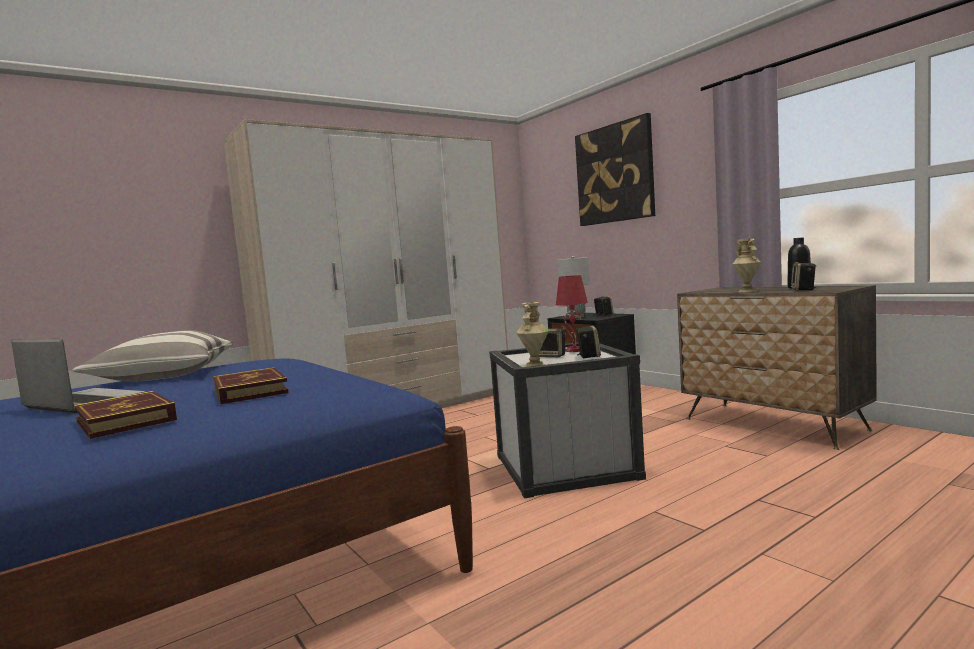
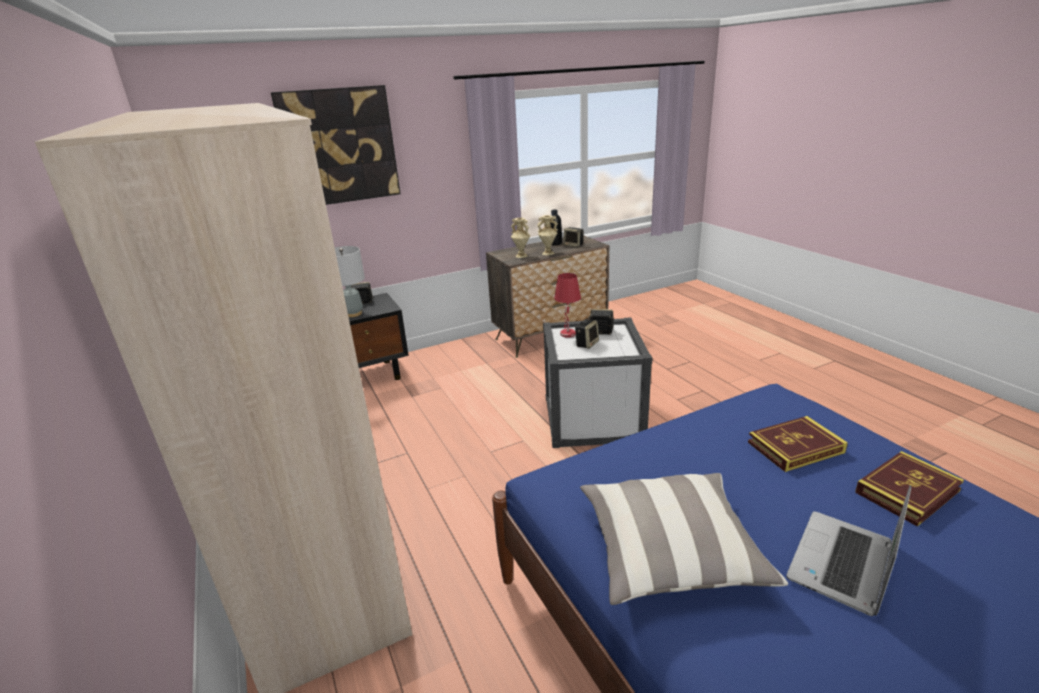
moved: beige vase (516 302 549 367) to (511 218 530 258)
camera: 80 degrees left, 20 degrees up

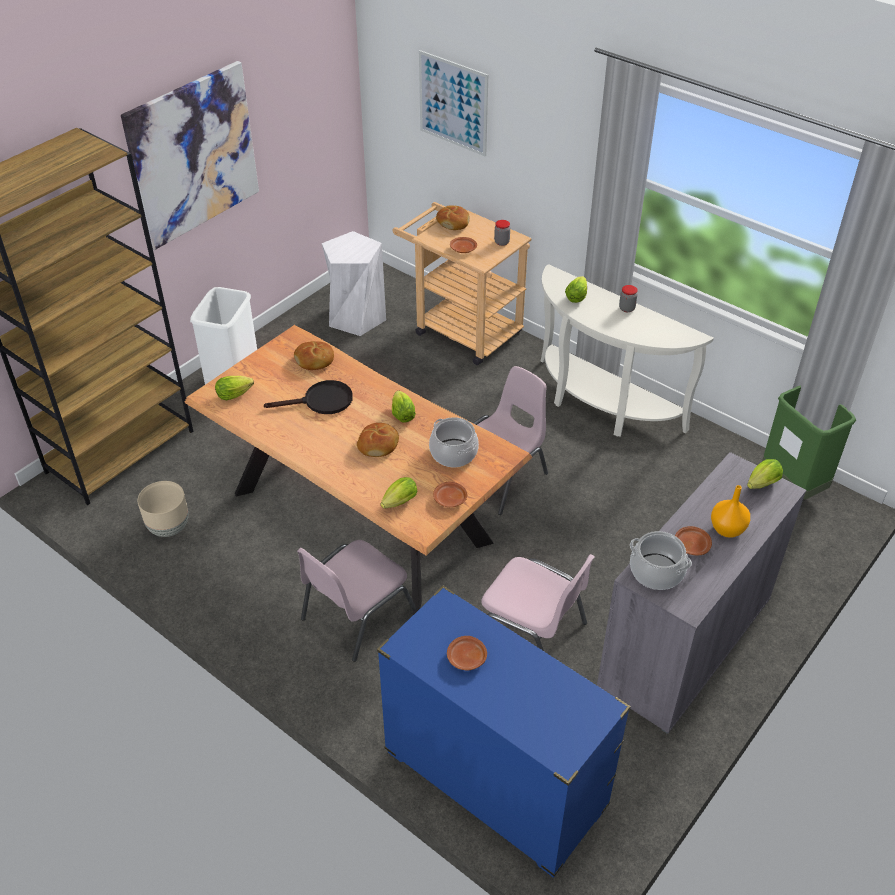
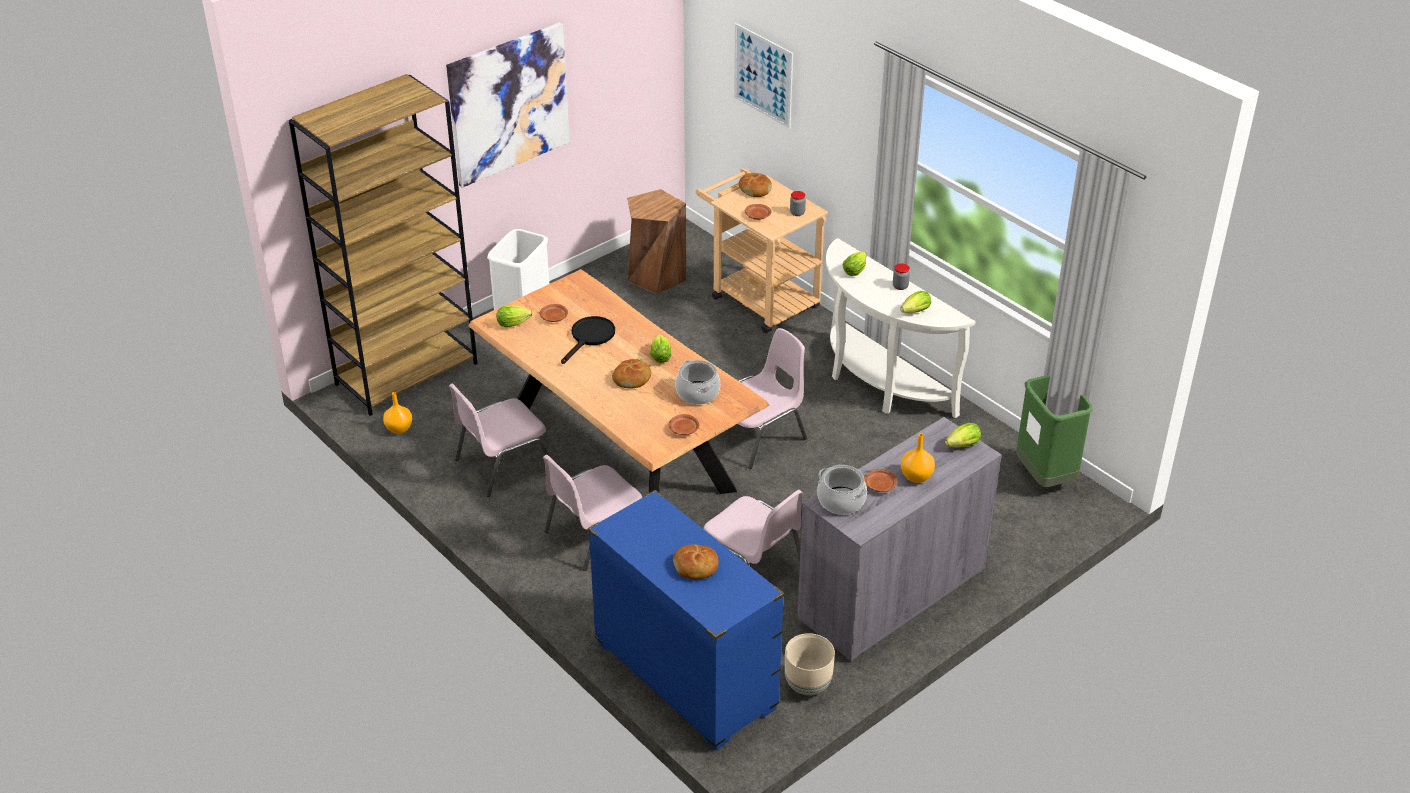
added: orange vase (383 392 412 434); pink chair (449 384 551 497)
moved: beige planter (138 481 188 537) to (785 633 835 695); bread (294 341 334 370) to (673 544 718 579); lettuce (381 477 417 509) to (900 291 931 313); brown plate (447 636 487 670) to (540 304 568 322)
recoloured: white stool (322 231 386 336) to brown stool (627 189 686 294)
turned: black frying pan (264 380 353 414) = (561 316 615 364) 60 degrees counterclockwise
camera: 10 degrees right, 5 degrees down

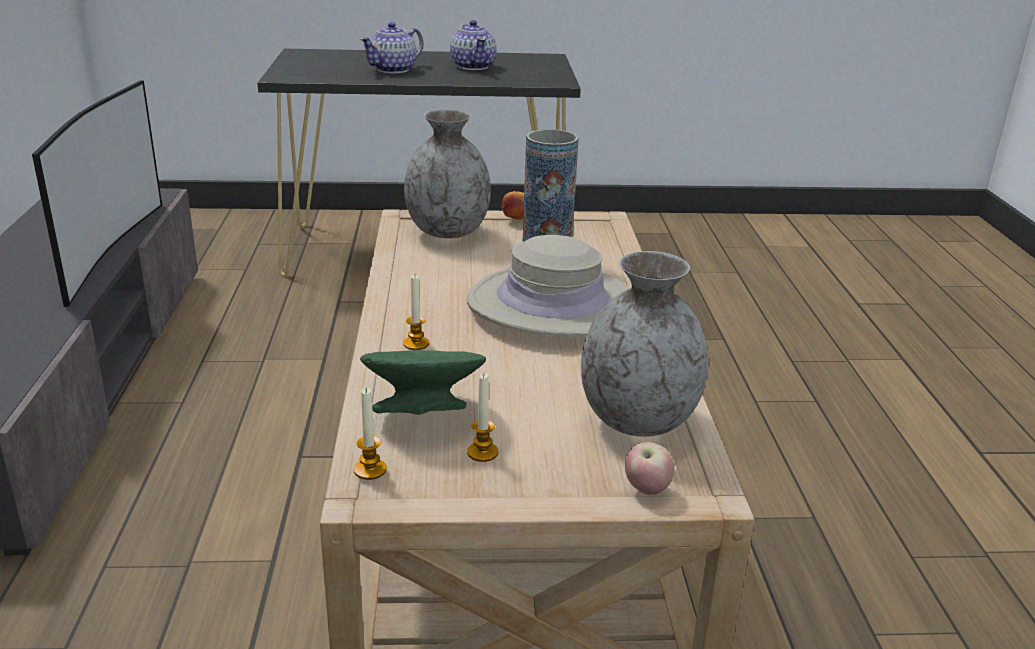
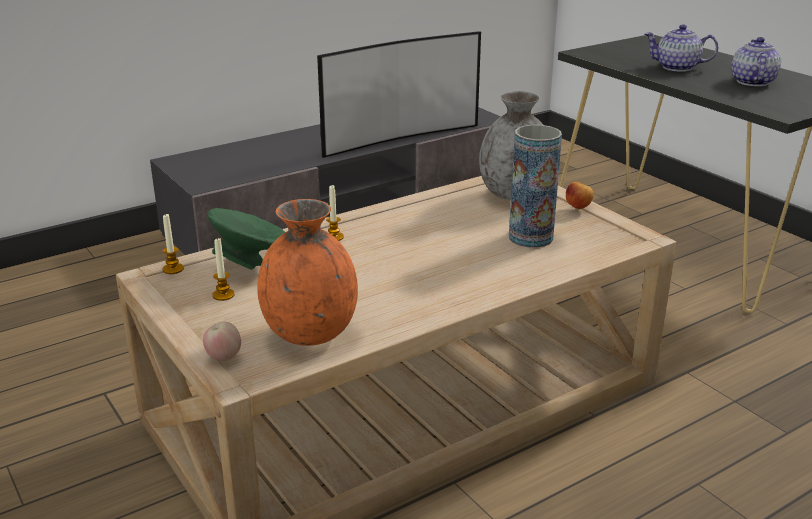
removed: beige hat (467 235 630 337)
recoloured: grey vase (581 251 708 437) to orange vase (257 199 358 346)
turned: teapot (450 20 497 70) = (731 37 781 86) 150 degrees clockwise
camera: 60 degrees right, 0 degrees up

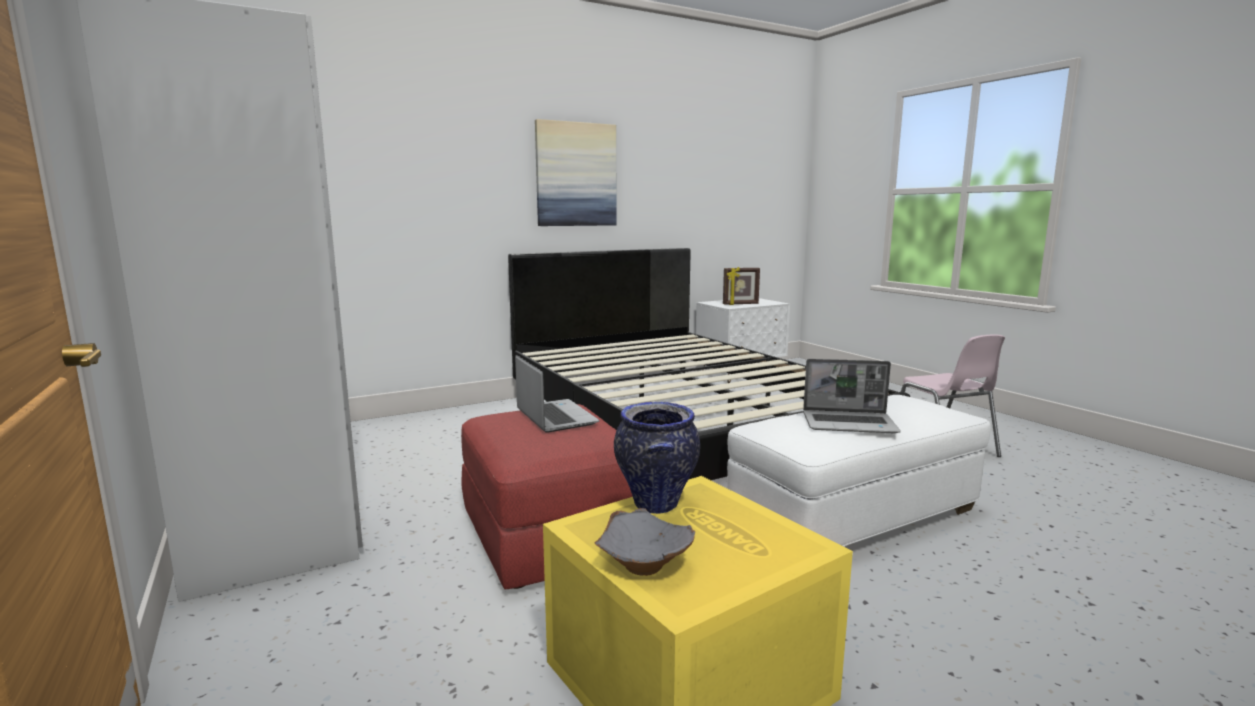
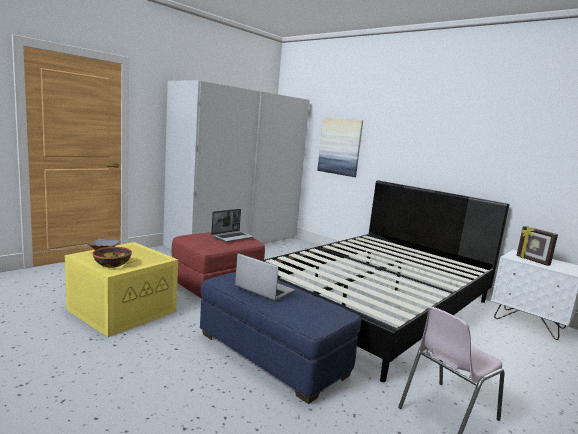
removed: vase (614 402 700 514)
added: bowl (93 247 132 268)
moved: picture (535 119 617 226) to (317 117 363 177)
recoloured: white ottoman (727 395 991 546) to blue ottoman (200 272 361 404)
turned: laptop (803 359 901 433) = (235 253 295 301) 135 degrees clockwise
camera: 70 degrees right, 0 degrees up

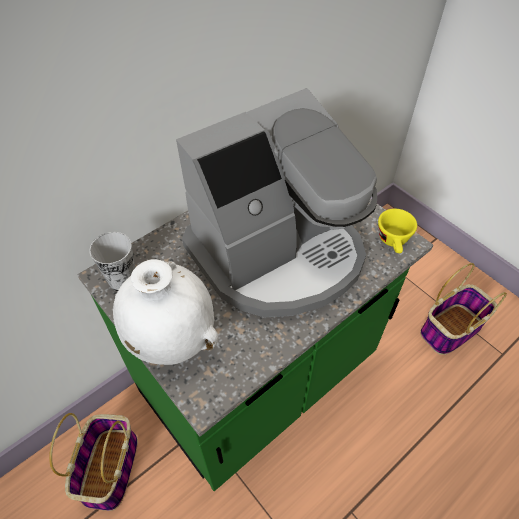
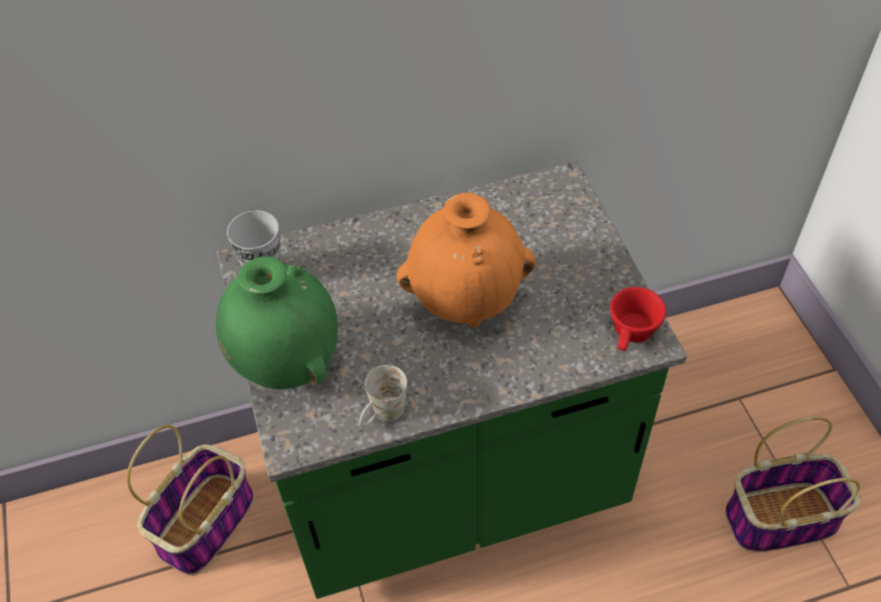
added: white mug (359 365 407 428)
replaced: coffee machine (176 88 377 317) to orange vase (397 193 535 327)
recoloured: white vase (113 259 219 365) to green vase (216 256 338 389); yellow cup (378 209 417 253) to red cup (610 287 666 351)
camera: 25 degrees right, 0 degrees up

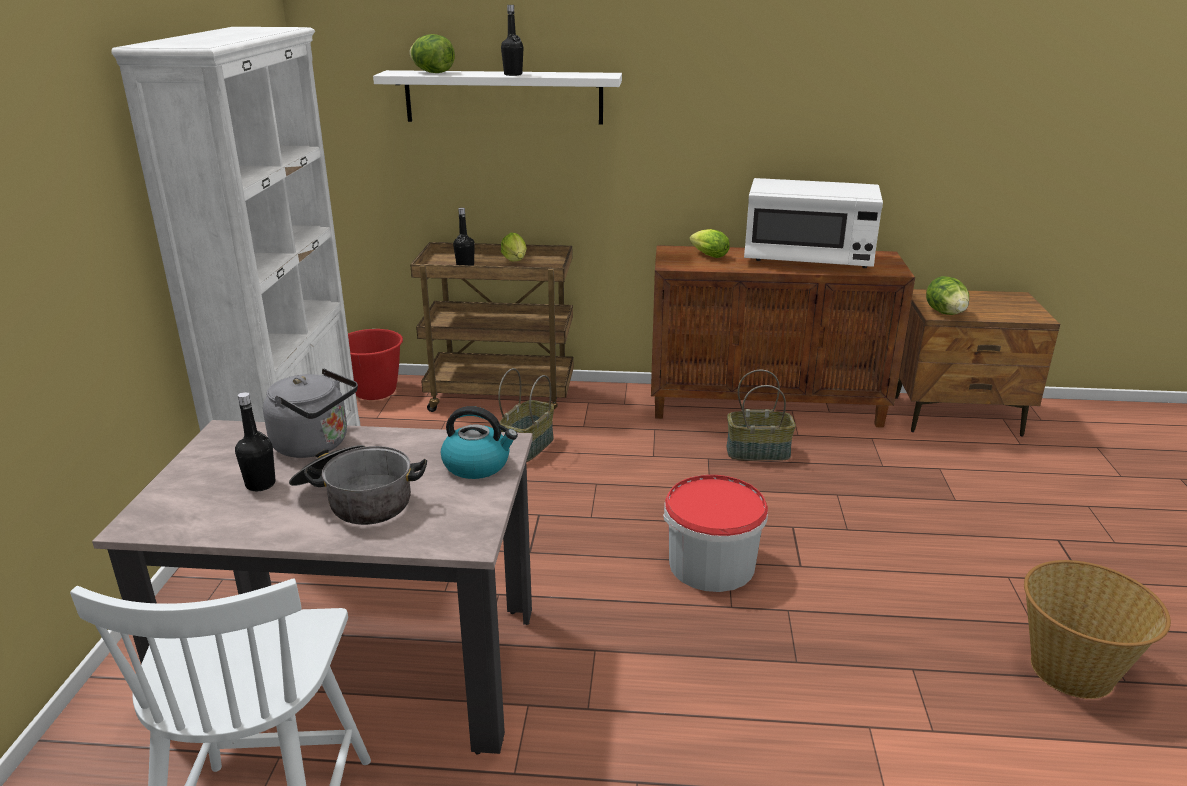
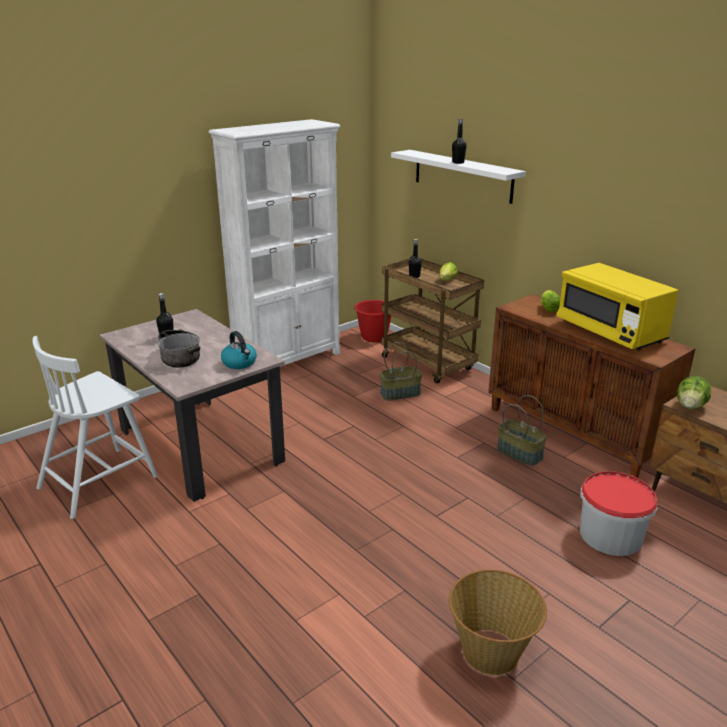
removed: grey kettle (263 369 358 458); lettuce (409 34 455 73)
moved: bucket (663 475 768 592) to (580 471 658 556)
recoloured: white microwave (744 178 883 268) to yellow microwave (556 263 679 350)
camera: 45 degrees right, 0 degrees up

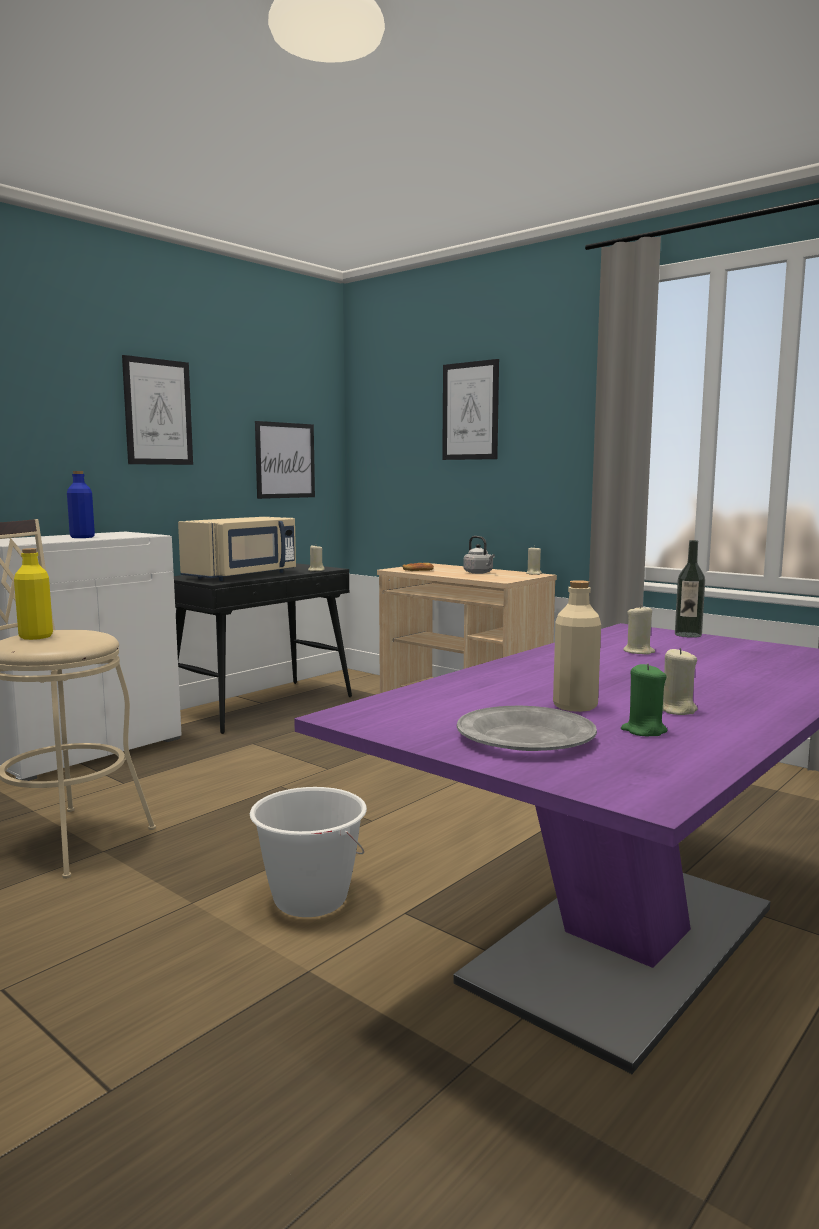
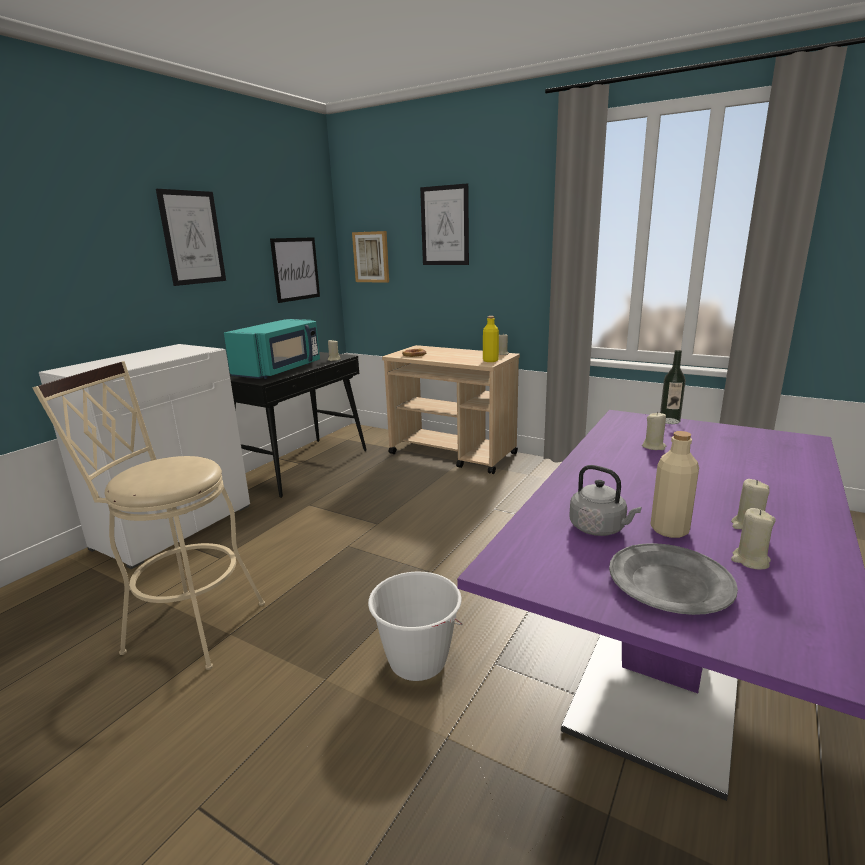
removed: blue bottle (67 471 95 538)
added: picture (352 231 389 283)
moved: yellow bottle (14 548 53 640) to (483 316 499 362); grey kettle (463 536 495 574) to (569 465 642 536)
recoloured: beige microwave (178 517 296 581) to turquoise microwave (224 319 320 379); green candle (621 663 668 737) to beige candle (731 508 776 570)
camera: 10 degrees left, 10 degrees up

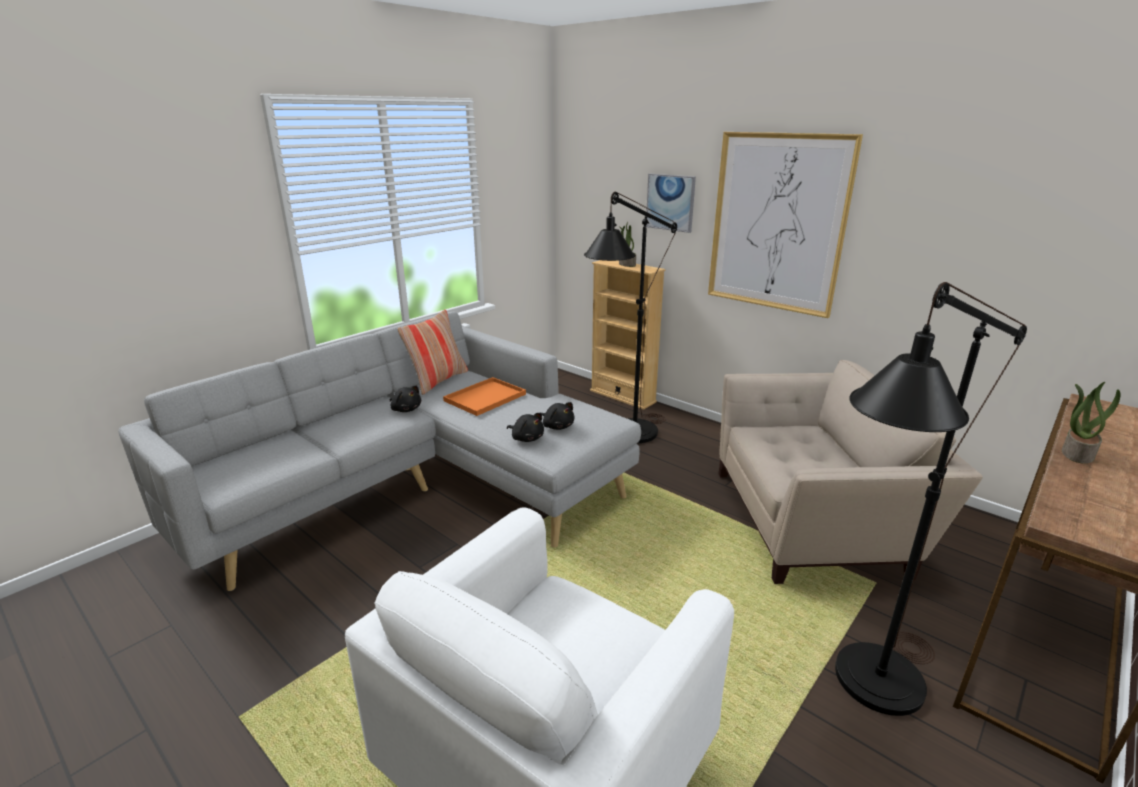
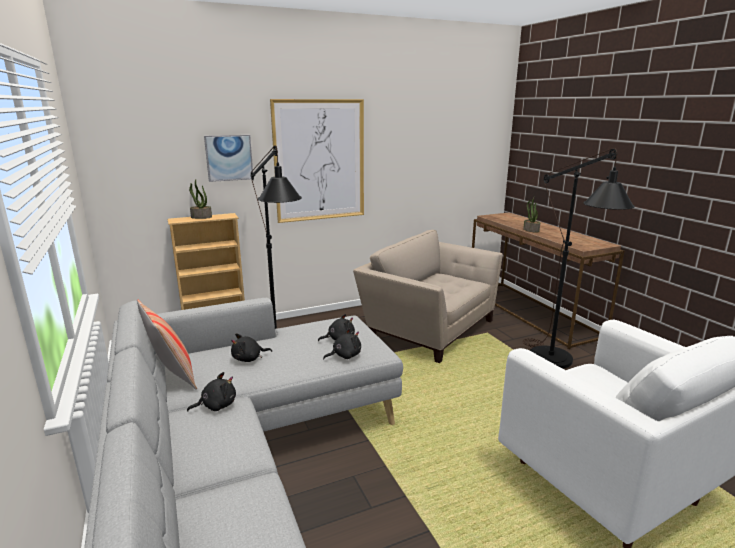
replaced: orange tray (443 377 526 416) to black plush toy (231 333 272 362)
turned: beige armchair (719 360 983 584) = (353 230 503 363) 75 degrees counterclockwise
camera: 65 degrees left, 5 degrees down

